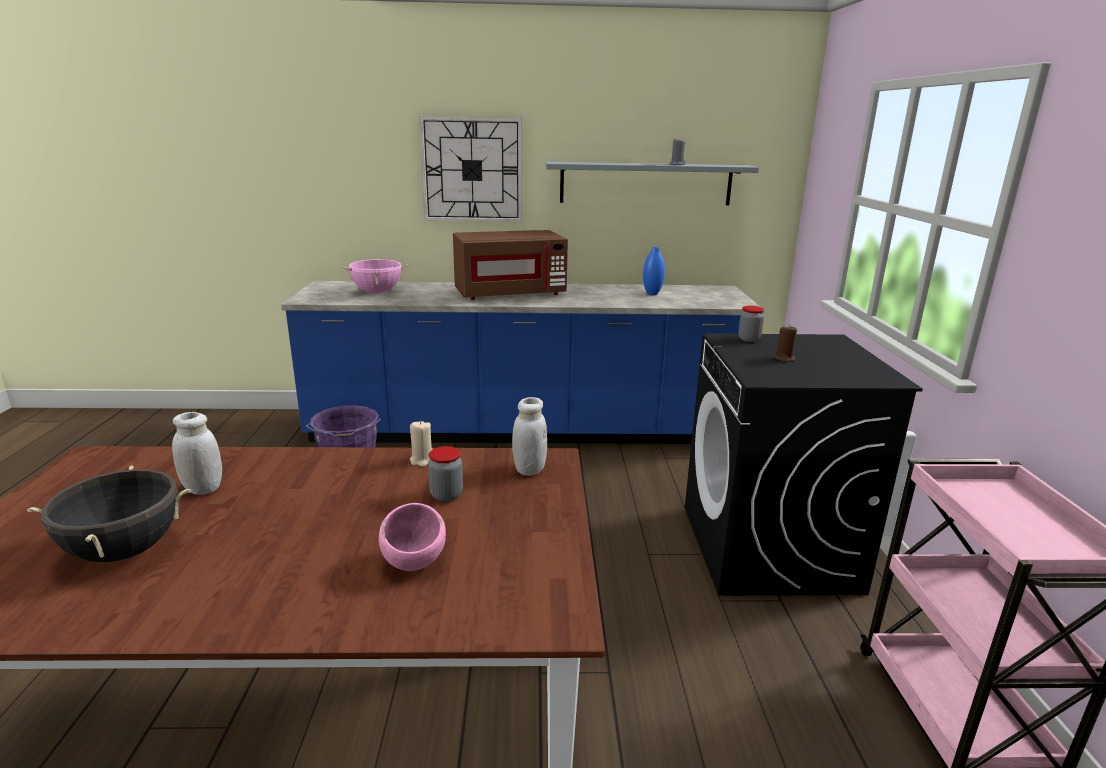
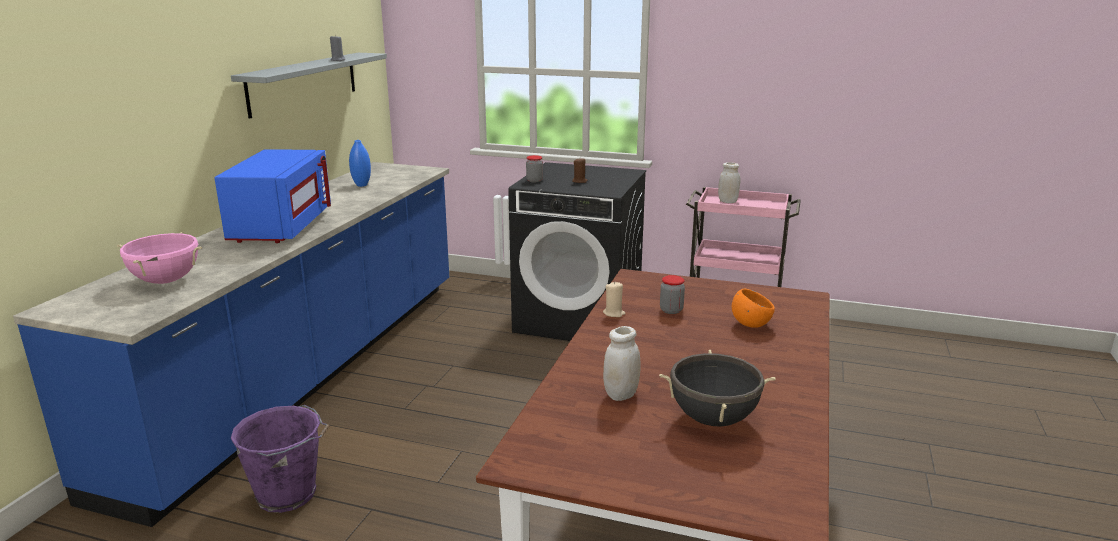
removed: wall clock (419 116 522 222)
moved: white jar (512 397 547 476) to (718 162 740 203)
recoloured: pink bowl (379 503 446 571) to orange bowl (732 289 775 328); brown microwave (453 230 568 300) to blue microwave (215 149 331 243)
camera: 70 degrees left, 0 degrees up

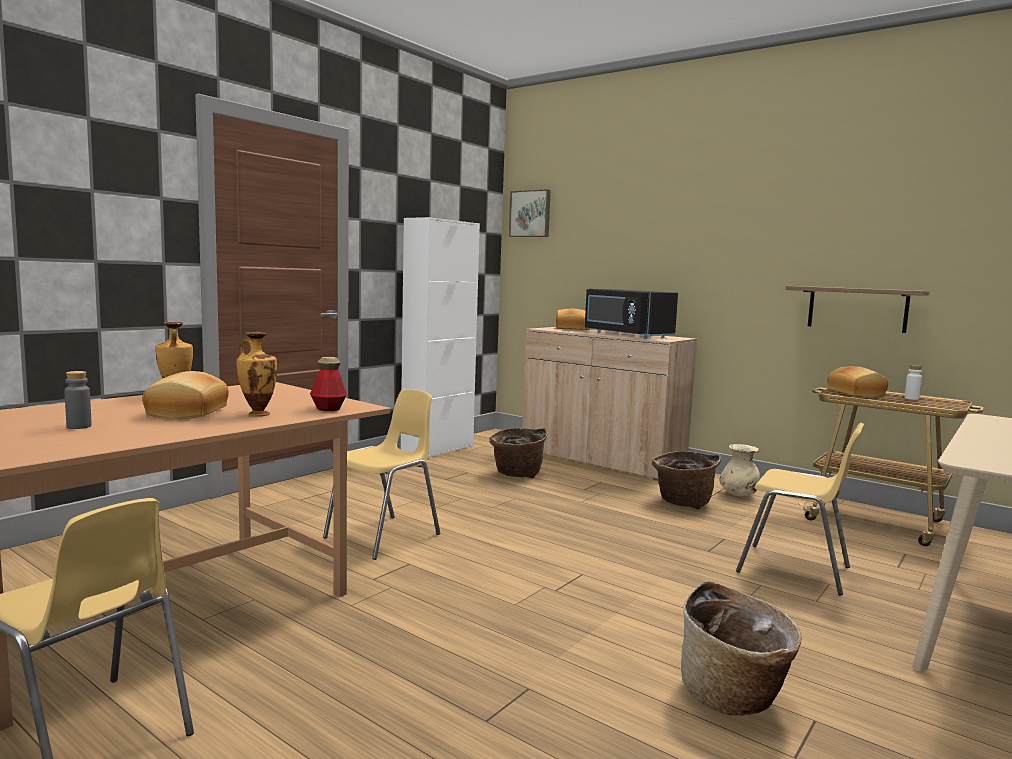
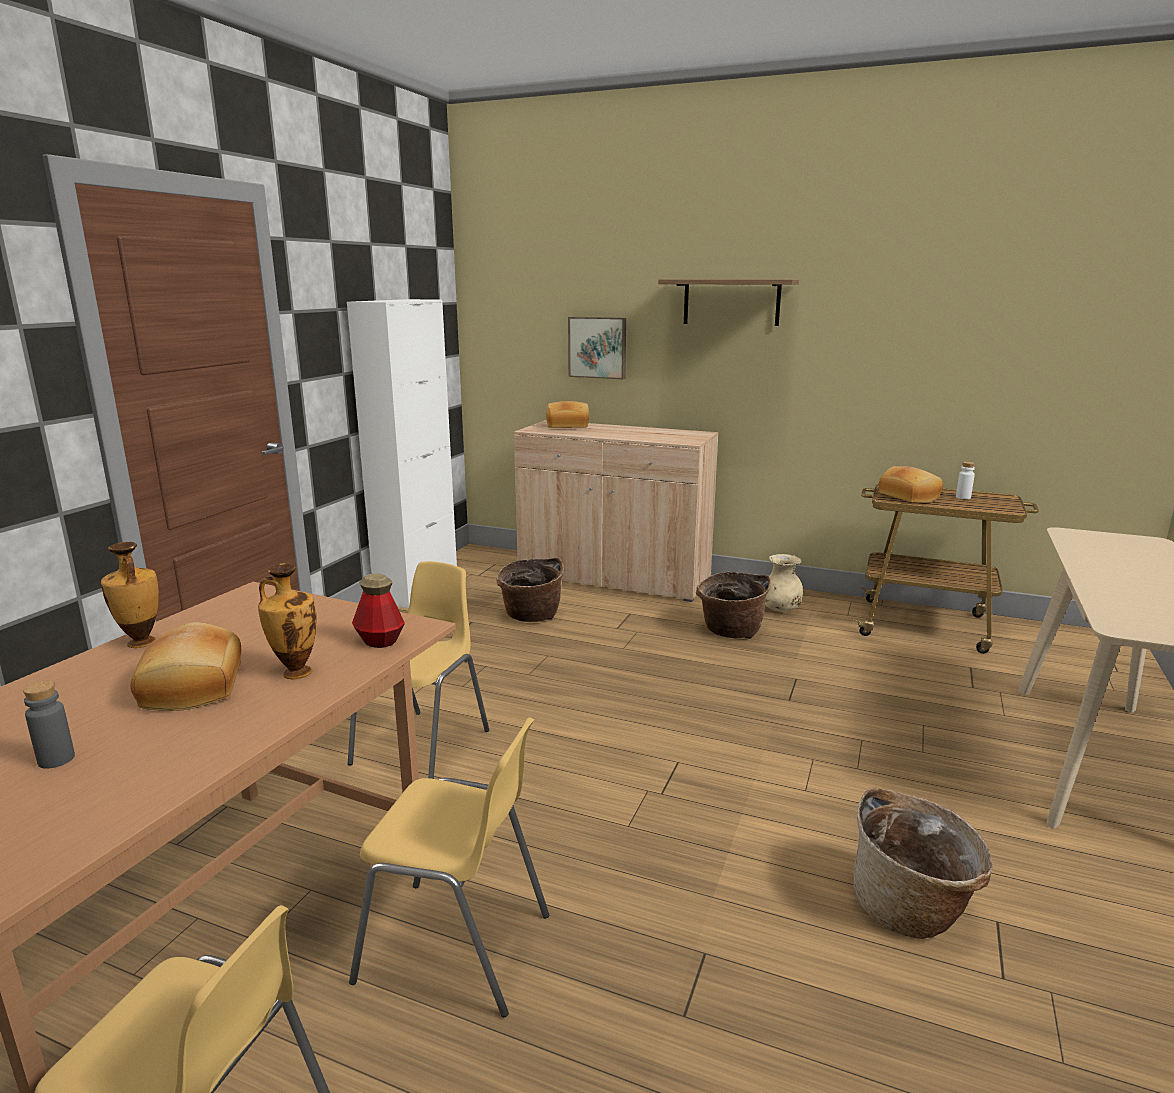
removed: black microwave (585 289 678 339)
moved: picture (509 189 551 237) to (568 317 626 379); yellow chair (736 423 864 595) to (349 717 549 1017); shelf (786 286 930 333) to (658 279 799 326)
camera: 15 degrees left, 10 degrees up

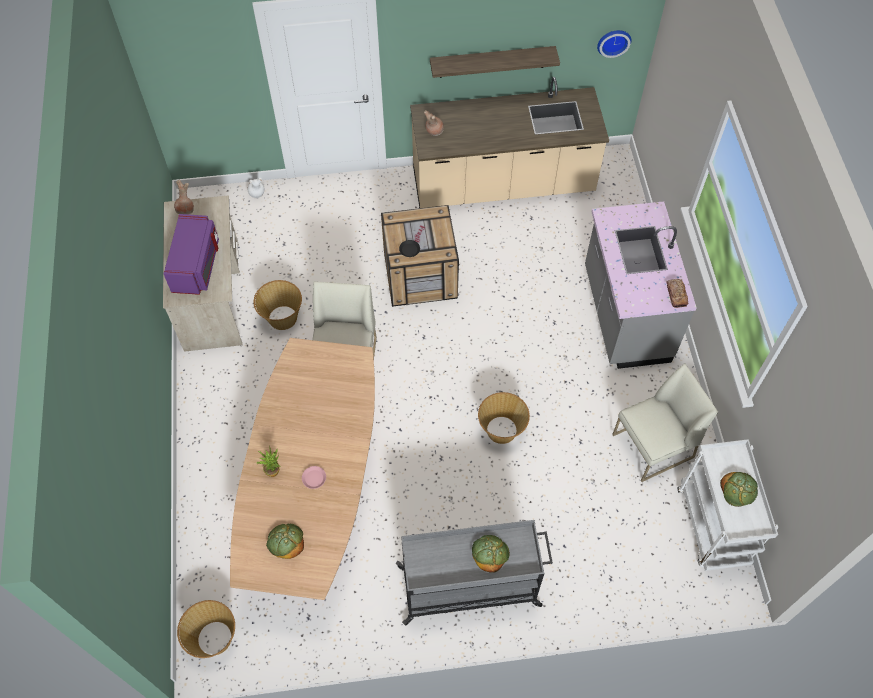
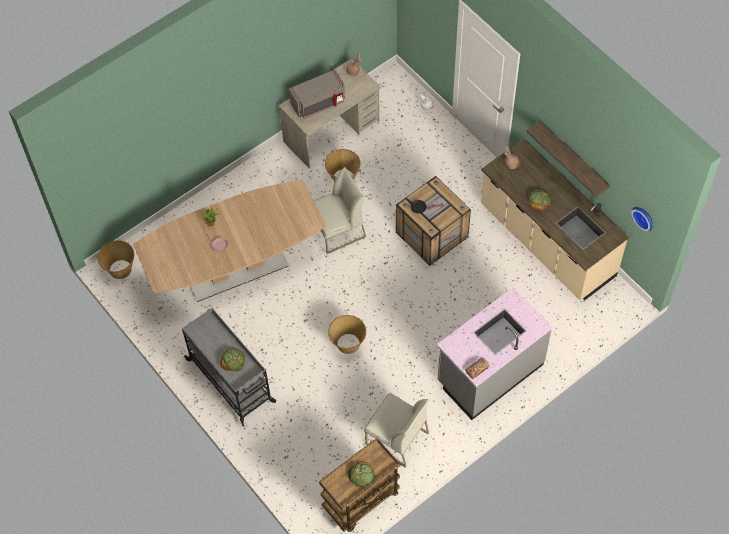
moved: bread (266 524 304 559) to (529 189 553 211)
recoloured: purple microwave (164 214 219 295) to grey microwave (289 70 345 119); white cart (677 439 778 571) to brown cart (319 438 400 532)
camera: 60 degrees right, 0 degrees up

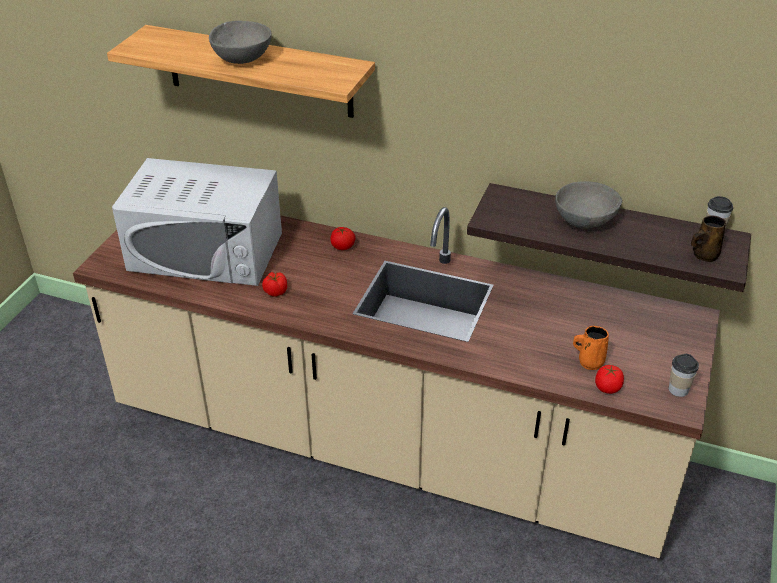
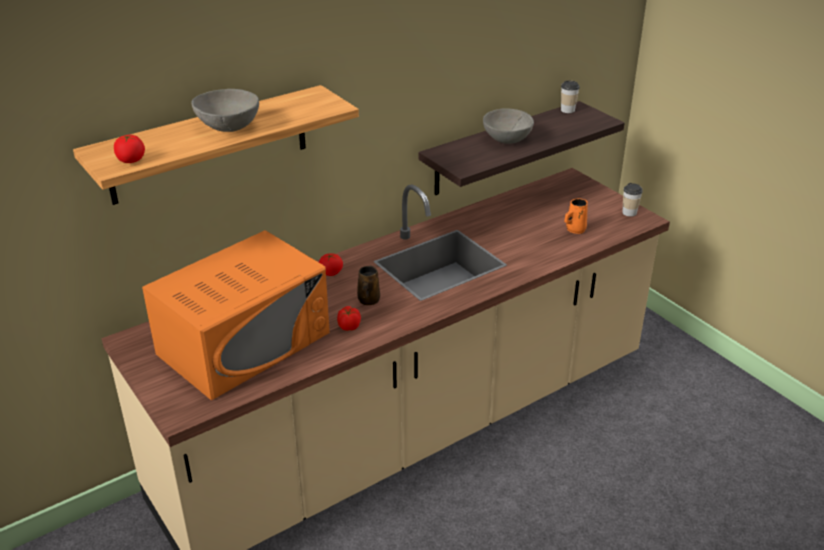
moved: tomato (595 365 624 394) to (114 135 145 163); brown mug (691 216 726 262) to (357 266 380 305)
recoloured: white microwave (112 158 282 286) to orange microwave (142 230 330 401)
camera: 55 degrees left, 5 degrees down

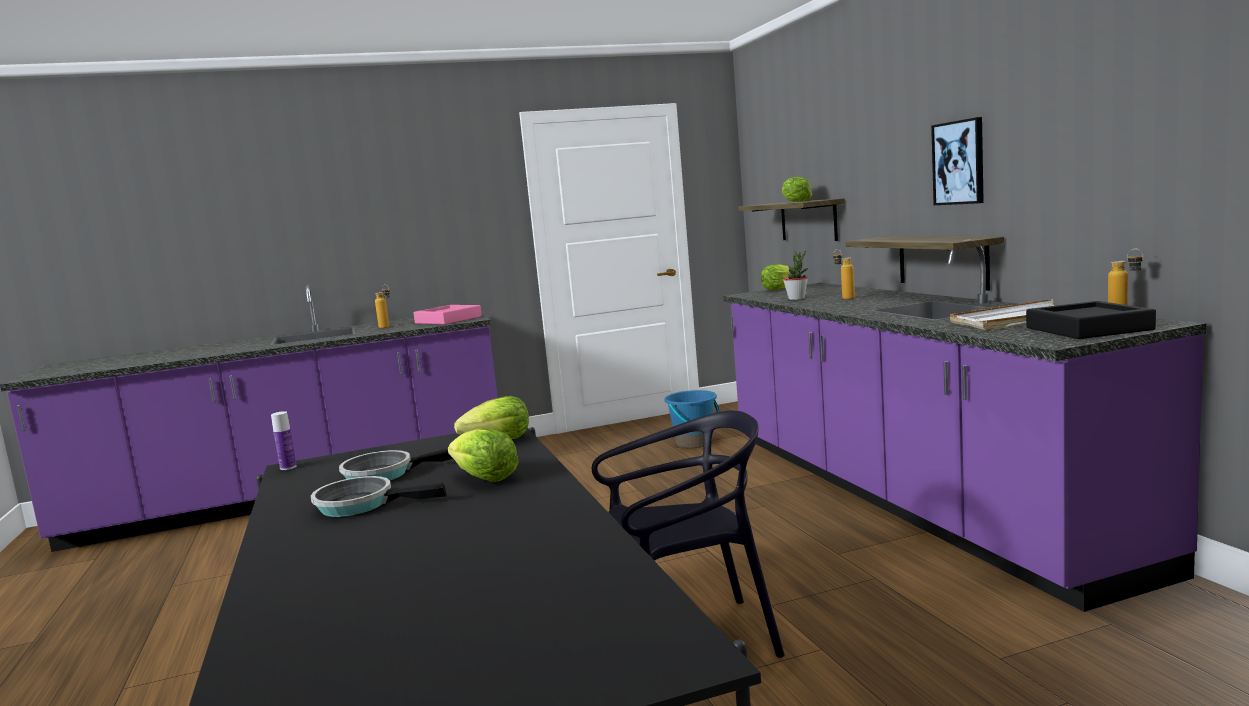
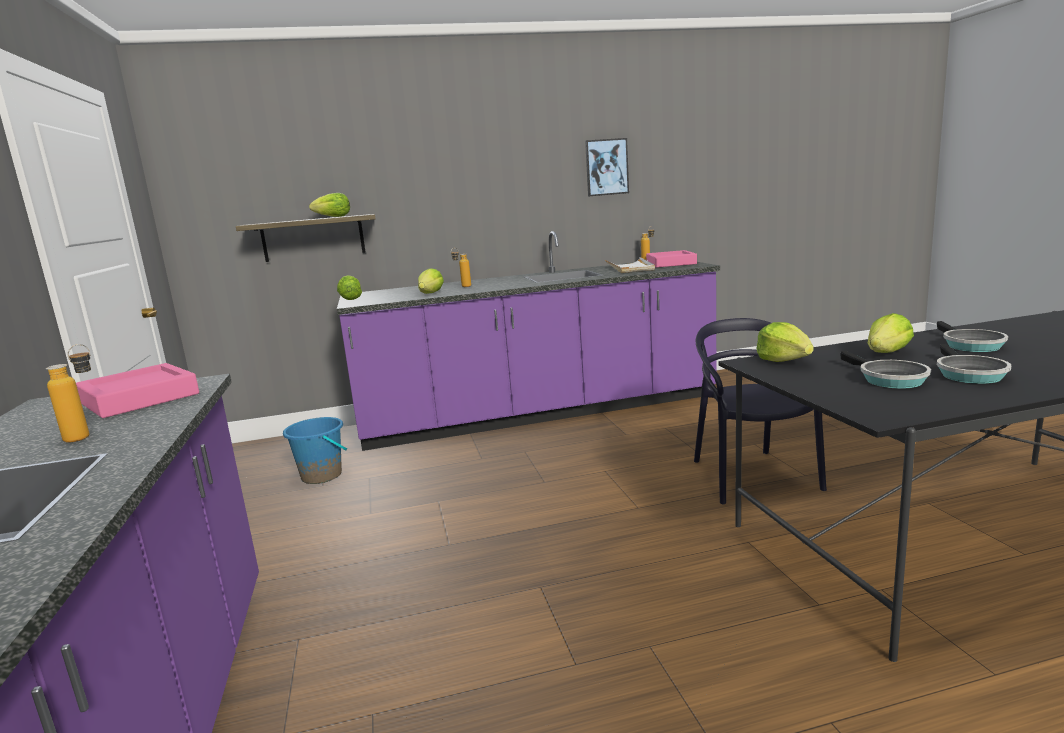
removed: bottle (271 411 296 470); shelf (845 236 1004 291)
added: frying pan (937 321 1008 352)
moved: picture (931 117 984 205) to (585 138 629 196)
replaced: potted plant (783 251 808 300) to lettuce (418 268 444 294)
recoloured: black tray (1026 301 1156 339) to pink tray (646 250 697 268)
camera: 85 degrees left, 5 degrees up

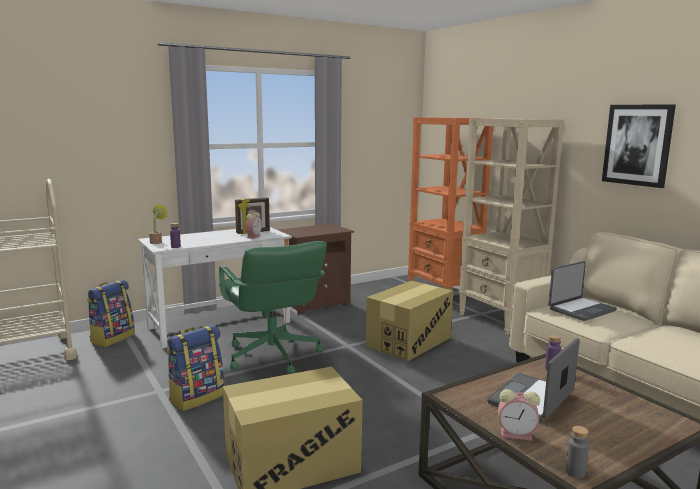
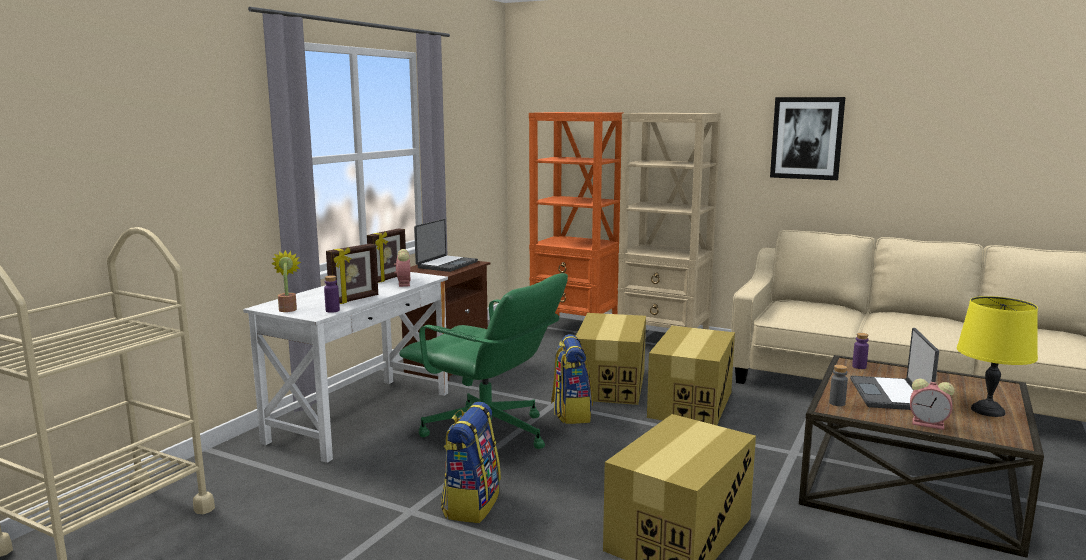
added: picture frame (326 244 378 304); cardboard box (647 326 735 425); yellow table lamp (957 296 1038 417)
moved: backpack (87 280 135 347) to (551 334 593 424); laptop (548 261 617 321) to (414 219 478 272); grey bottle (566 426 589 478) to (829 365 848 406)
turned: alarm clock (498 389 540 441) = (910 379 954 430) 45 degrees clockwise
camera: 30 degrees left, 0 degrees up

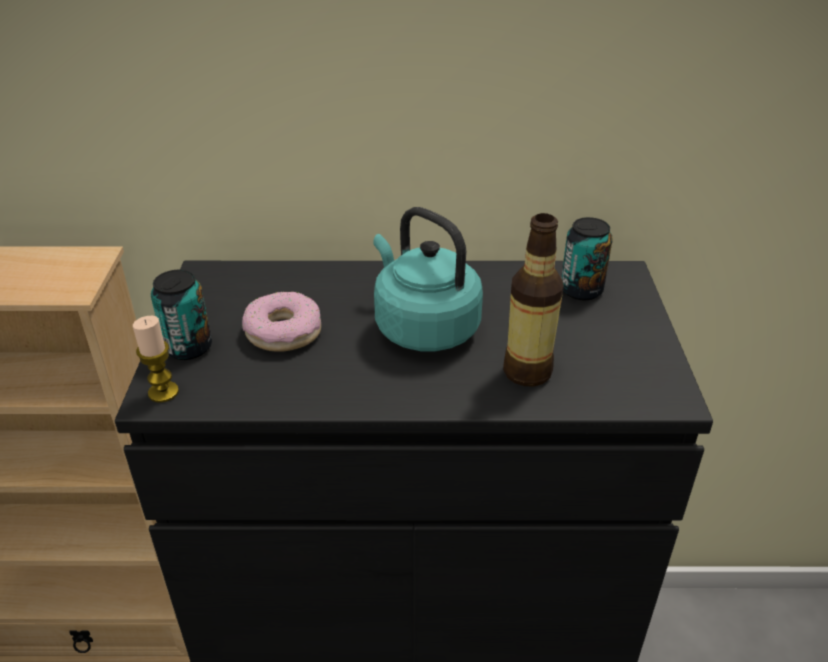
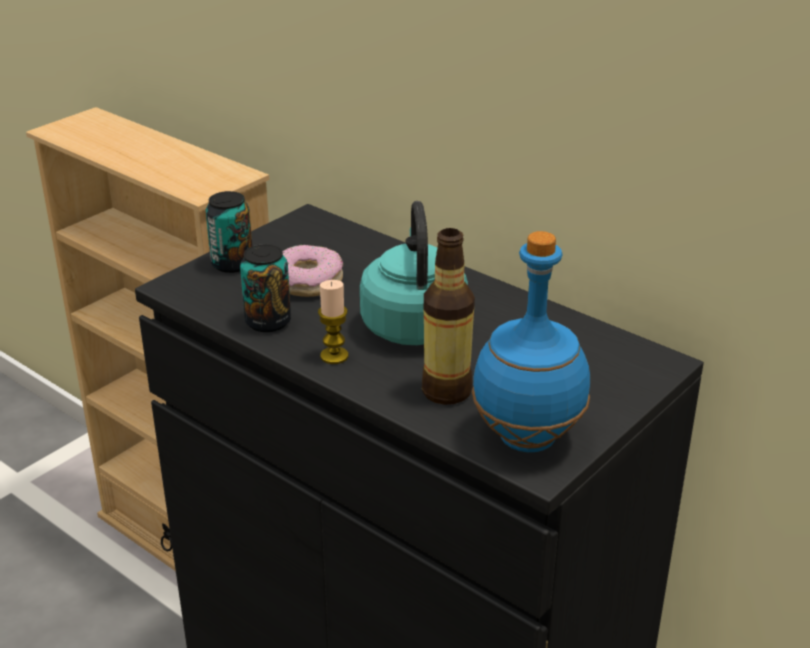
added: blue bottle (472 231 590 452)
moved: candle (133 316 179 403) to (318 280 349 364); can (561 217 613 300) to (240 244 291 332)
camera: 40 degrees right, 5 degrees down

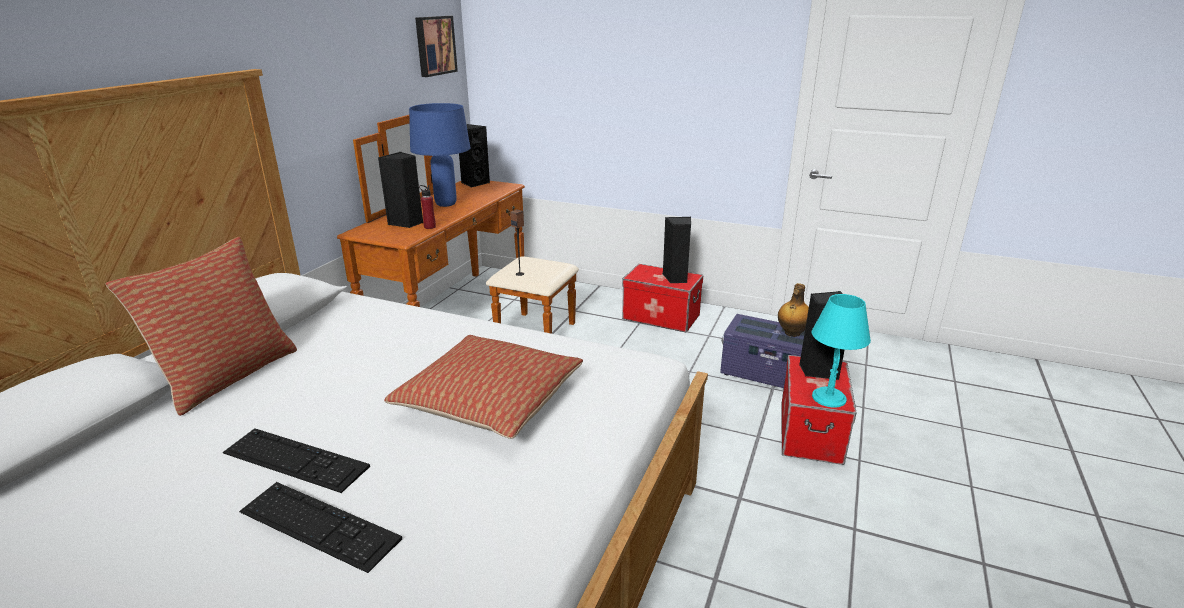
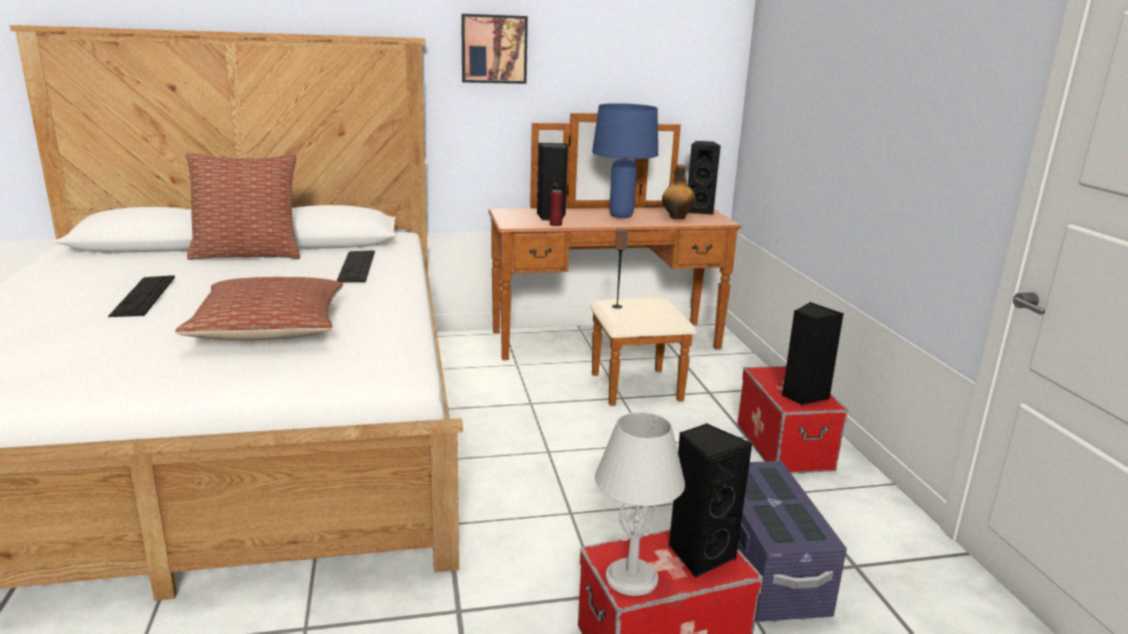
moved: keyboard (239 482 402 573) to (337 250 375 282); picture (415 16 458 77) to (461 14 528 84); bottle (778 283 809 337) to (662 164 696 219)
recoloured: turquoise table lamp (812 294 871 408) to grey table lamp (595 412 685 596)
camera: 55 degrees right, 5 degrees down

